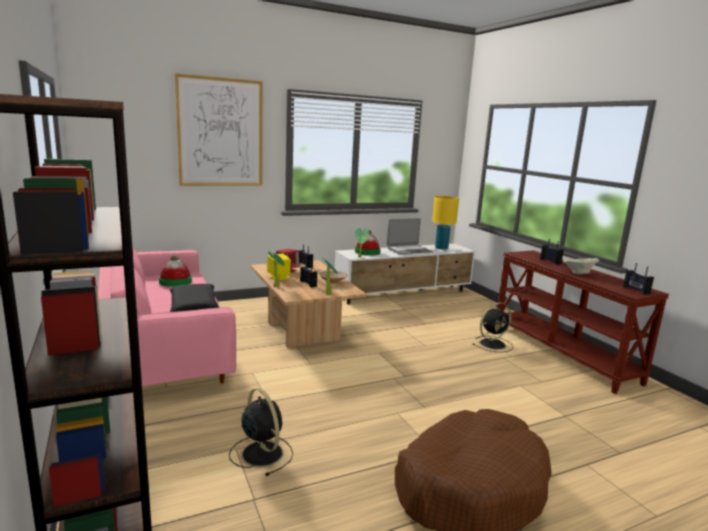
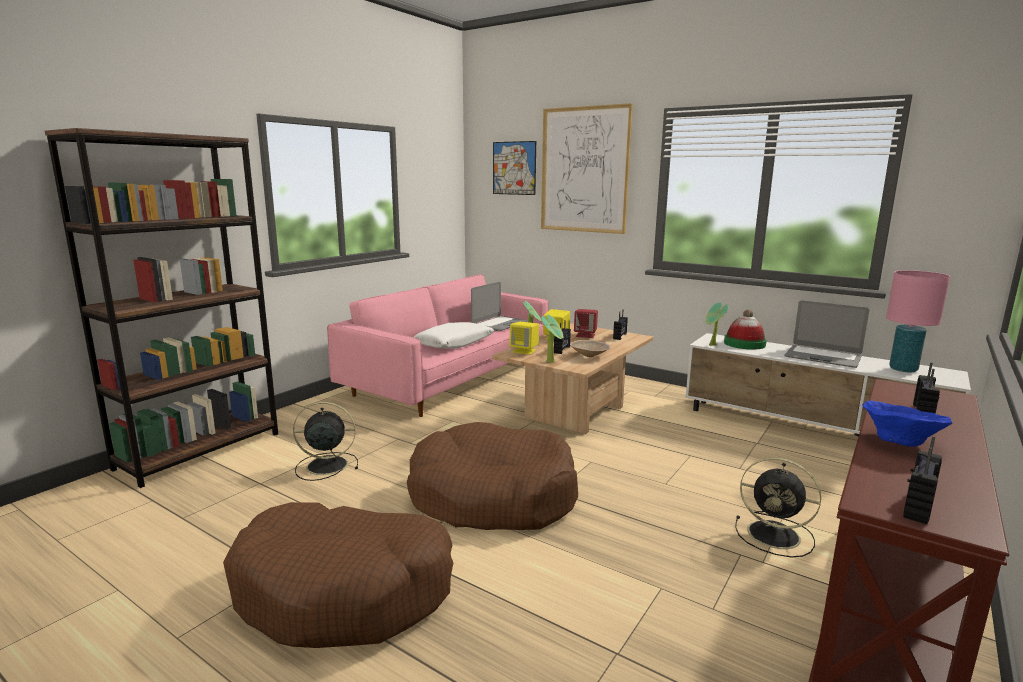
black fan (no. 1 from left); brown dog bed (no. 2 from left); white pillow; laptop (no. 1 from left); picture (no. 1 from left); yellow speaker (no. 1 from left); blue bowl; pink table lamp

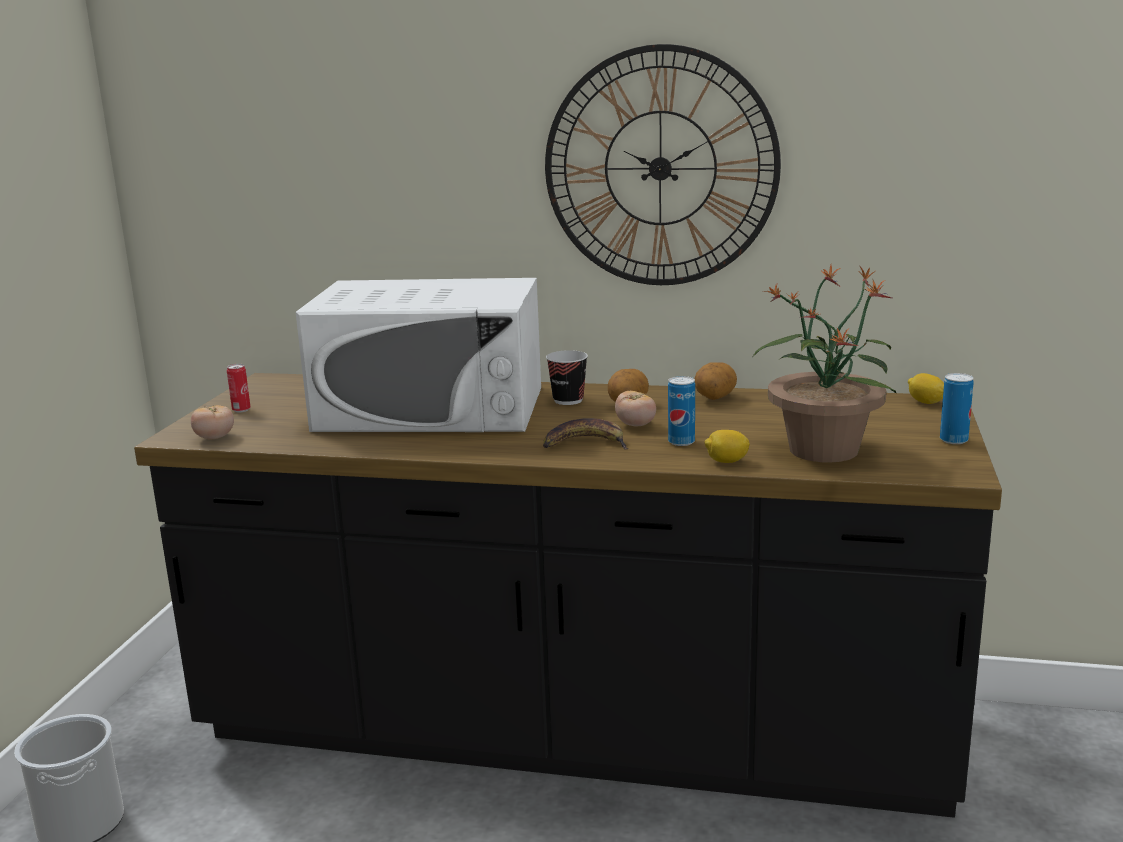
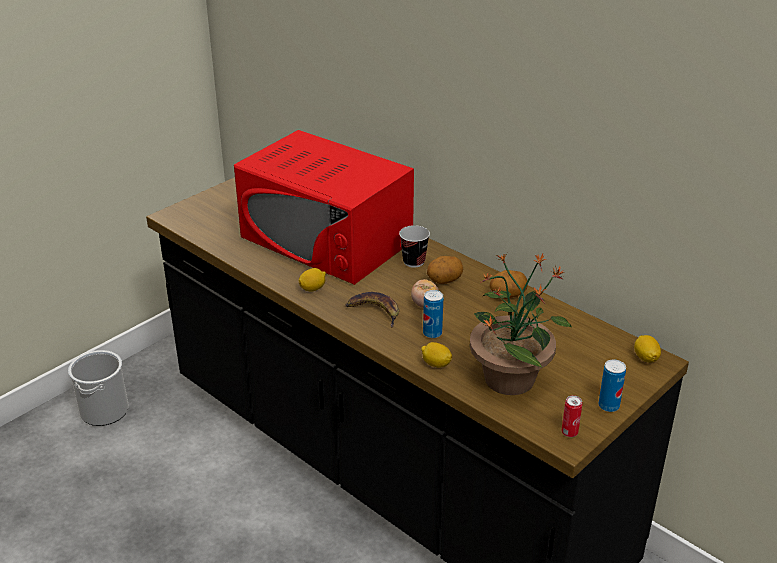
red microwave; lemon (no. 1 from left); can (no. 2 from left); tomato (no. 1 from left in the first image); wall clock

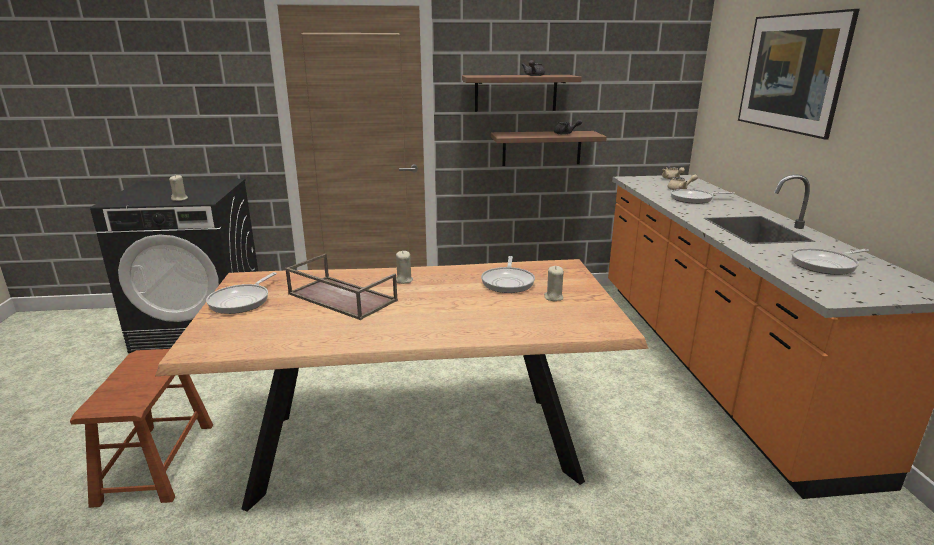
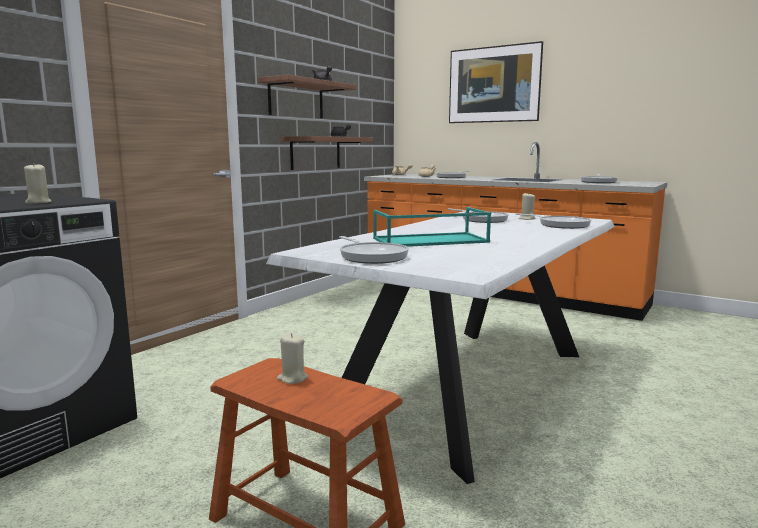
white dining table; beige candle (no. 2 from left); turquoise tray; frying pan (no. 4 from left)

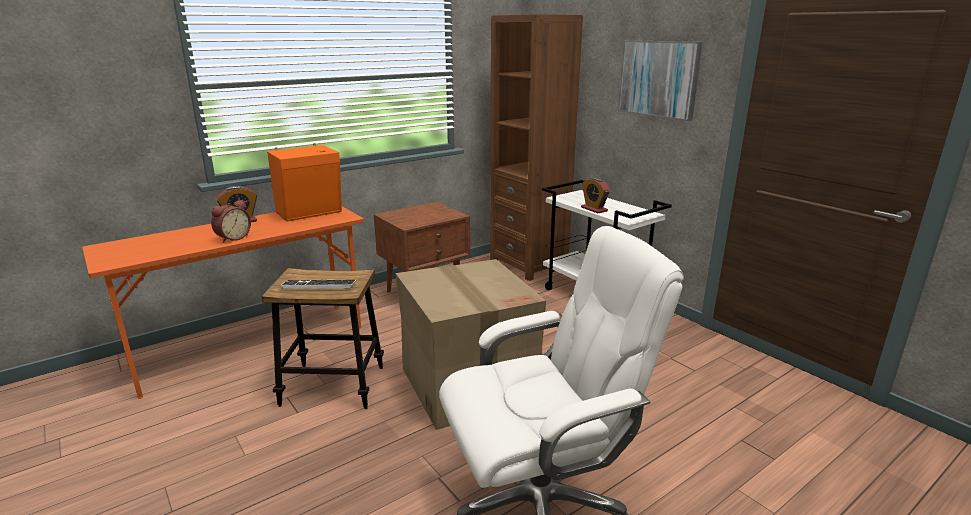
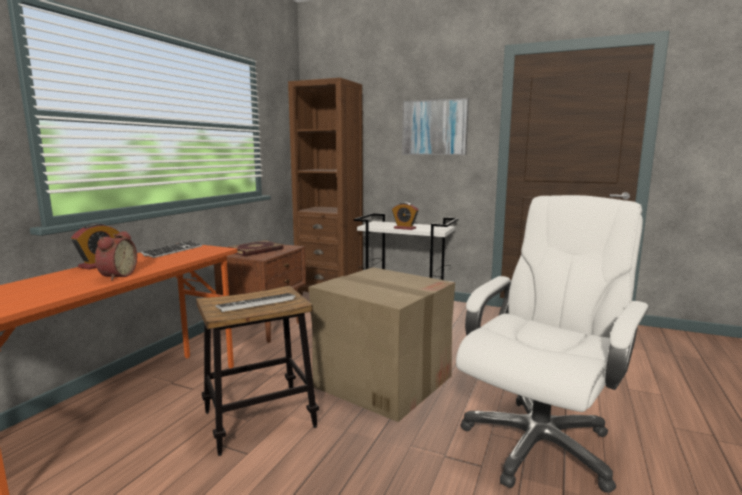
keyboard (no. 1 from left); book

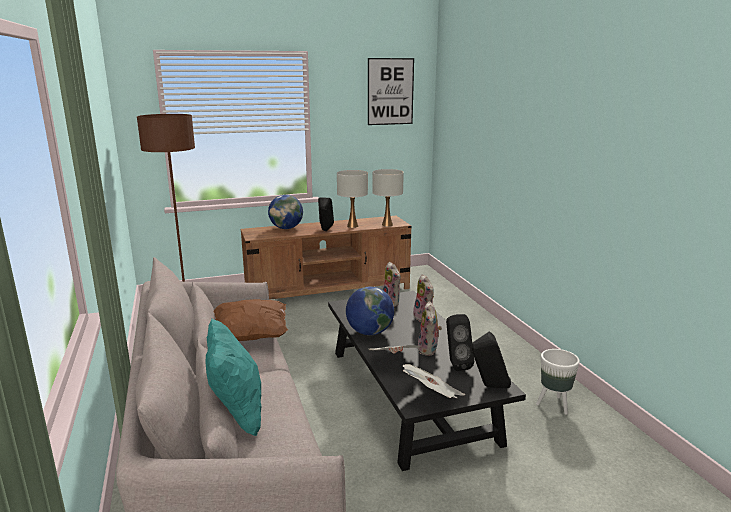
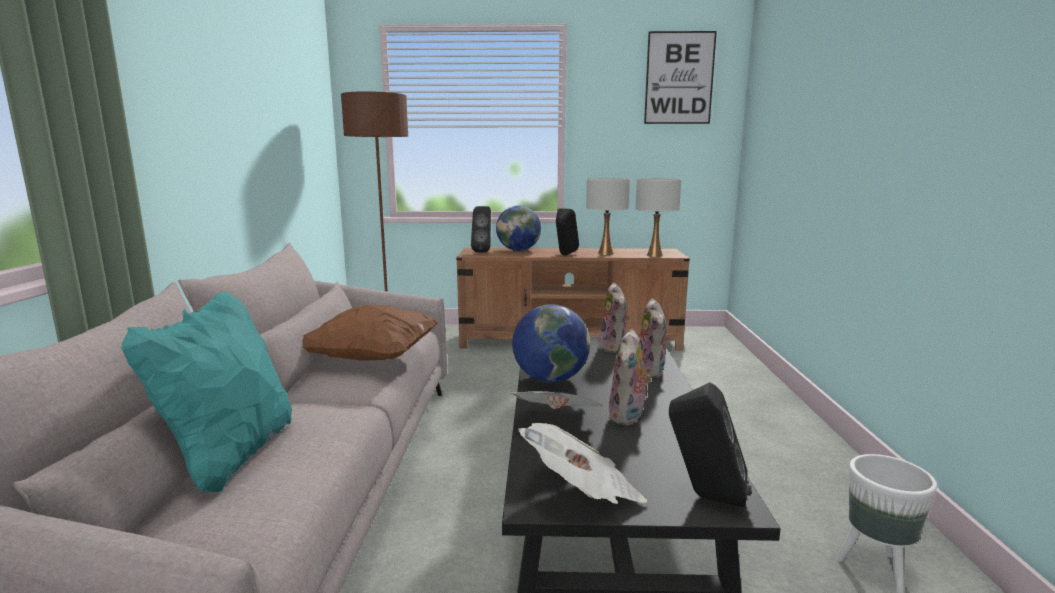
black speaker (no. 1 from left)

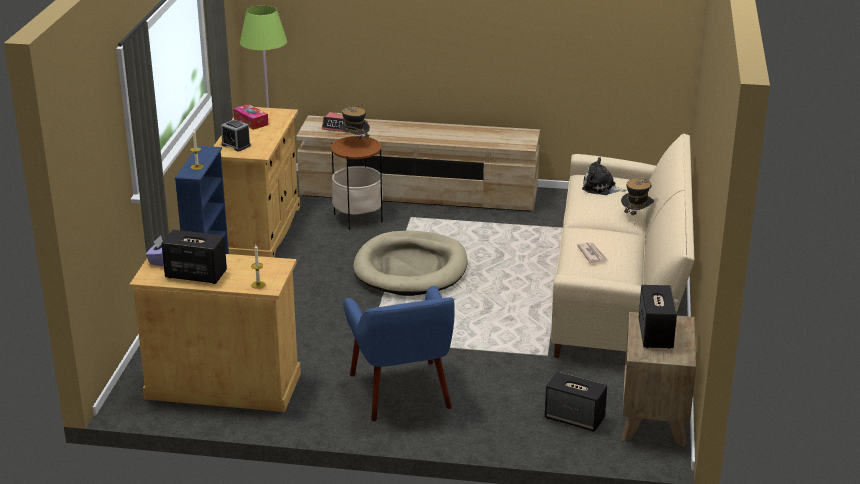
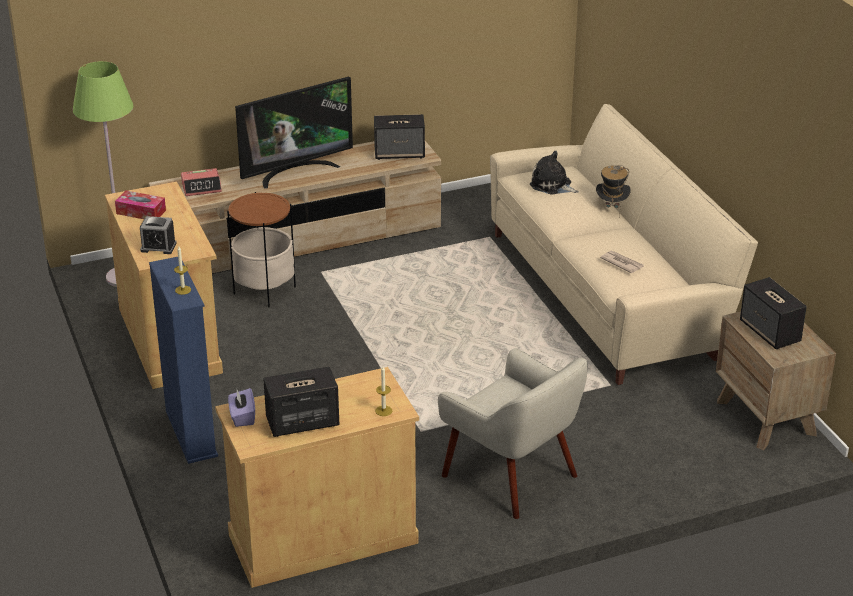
television; speaker (no. 2 from left); beige armchair; plush toy; hat (no. 1 from left in the first image); beige dog bed

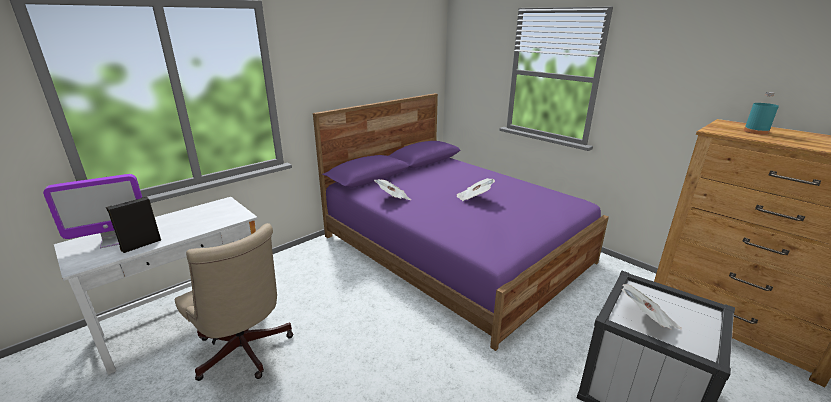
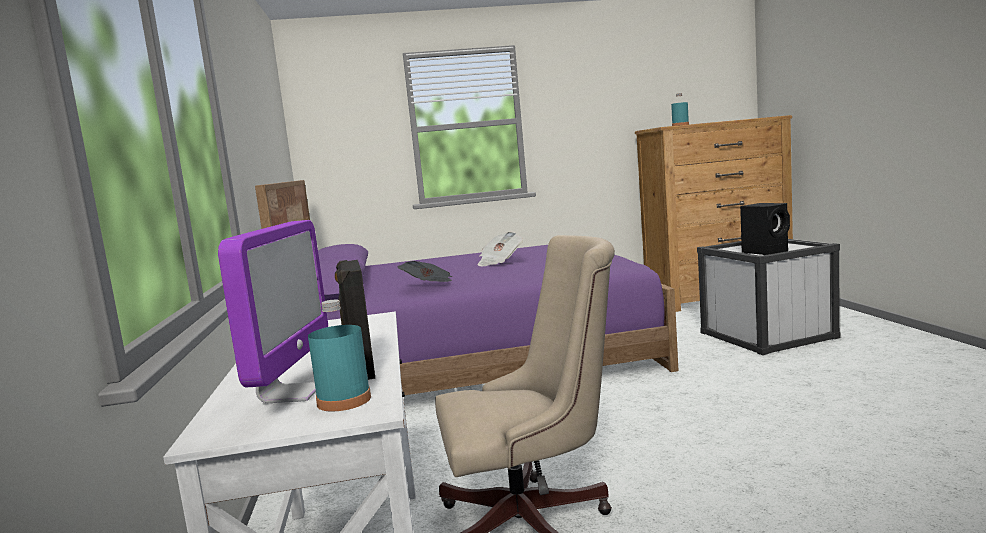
turquoise bottle (no. 1 from left); black speaker (no. 2 from left)

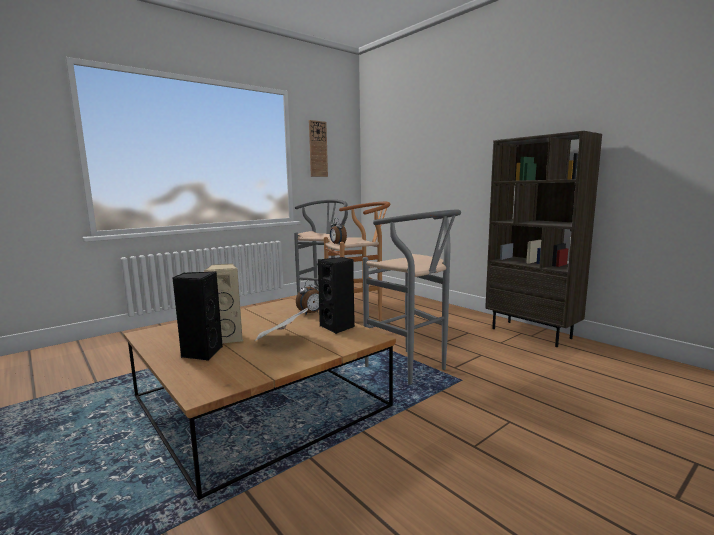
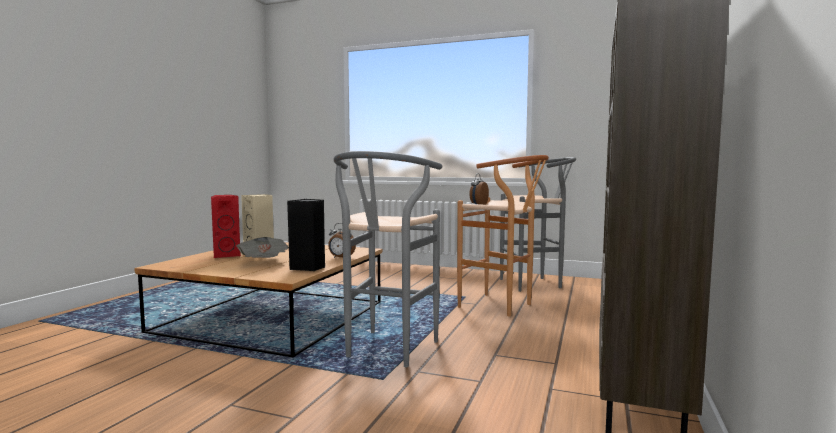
red speaker; wall clock

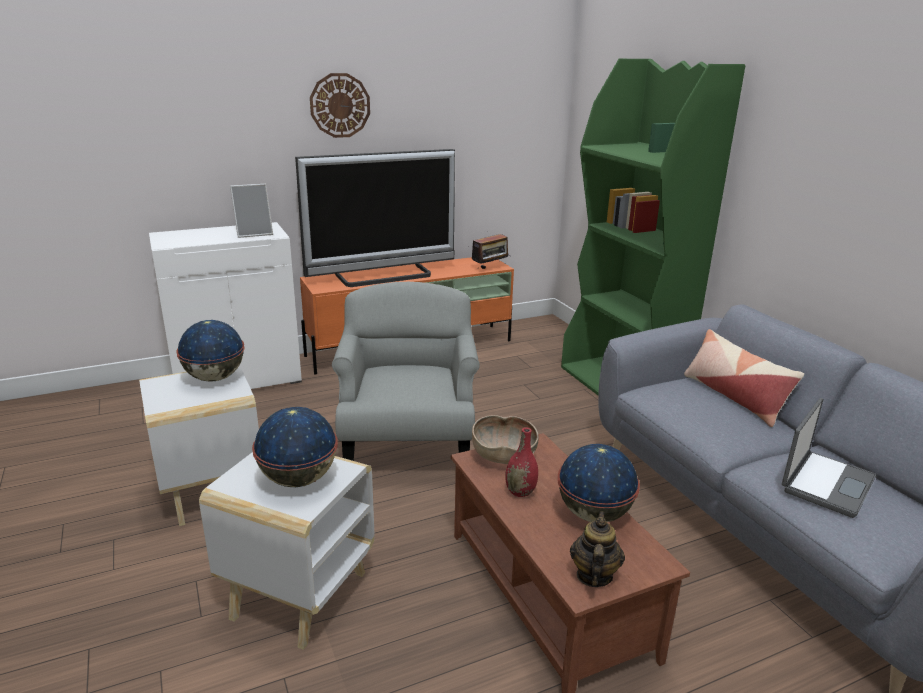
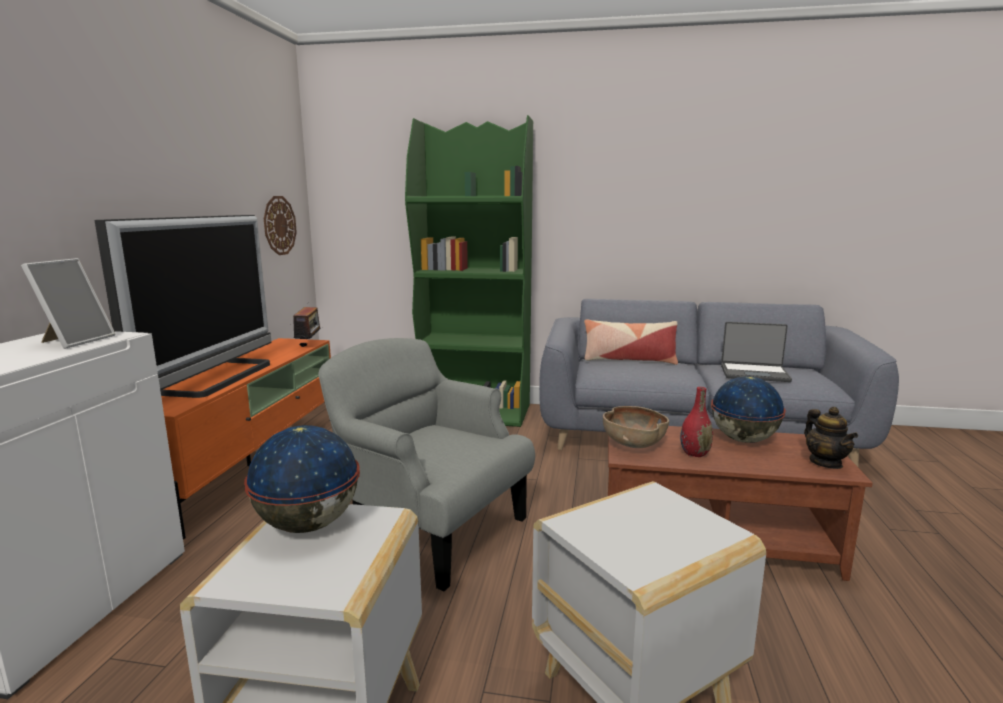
wall clock; laptop; teapot; globe (no. 2 from left in the first image)

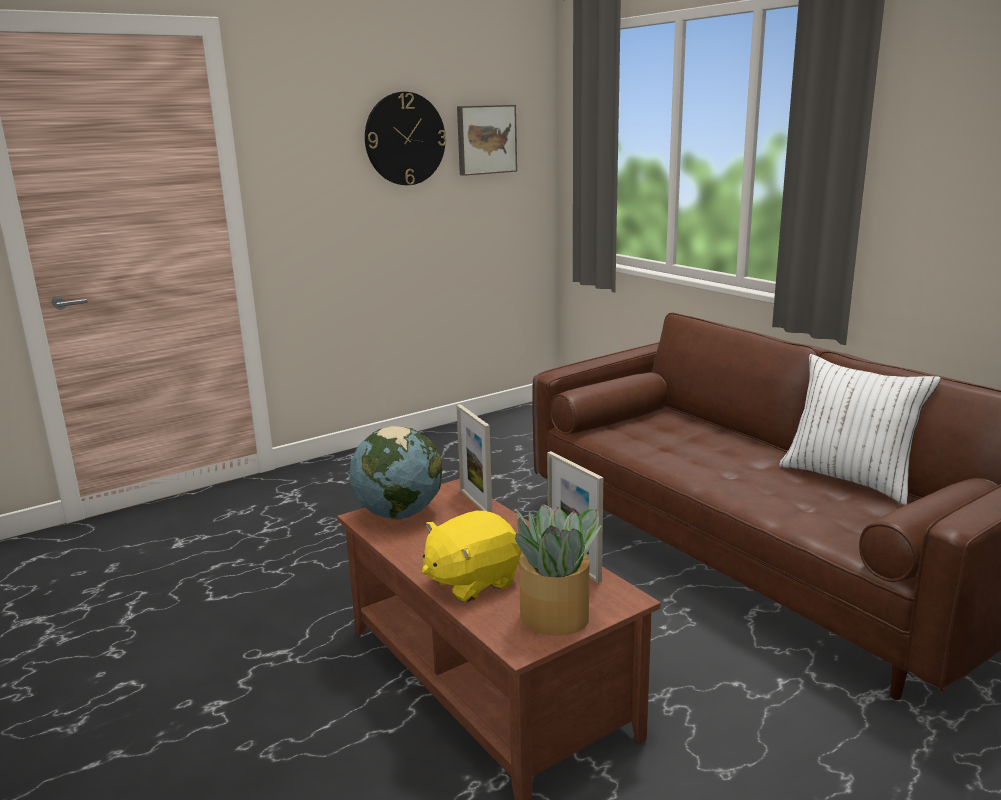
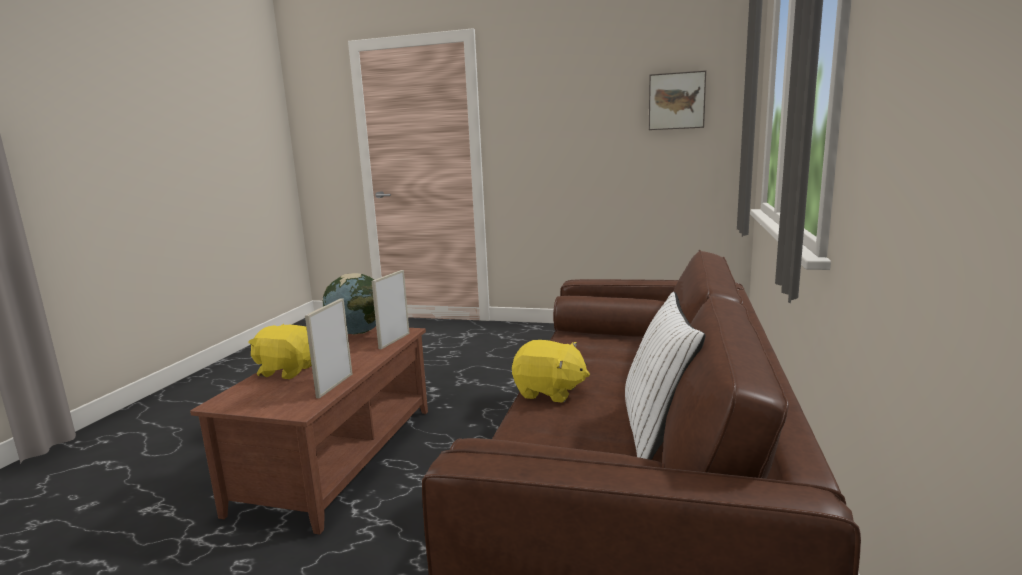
yellow plush toy (no. 2 from left); wall clock; potted plant

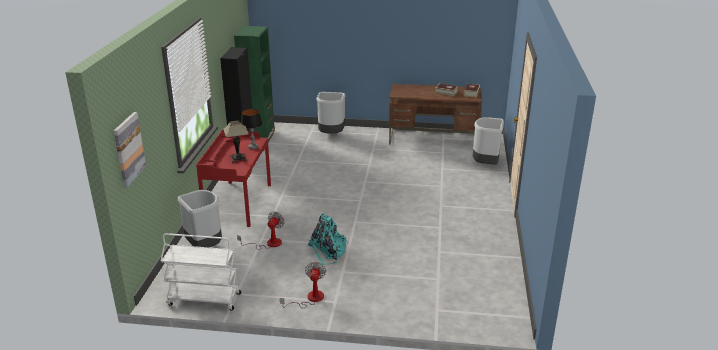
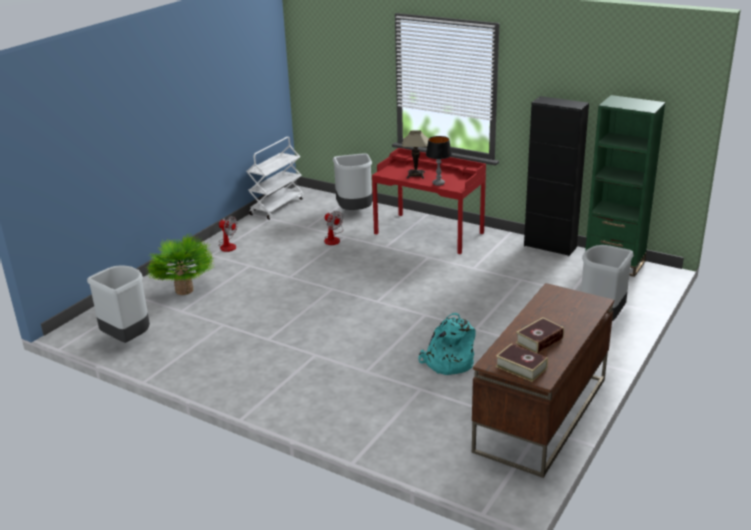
grey trash can (no. 1 from left); potted plant; turquoise backpack; picture

